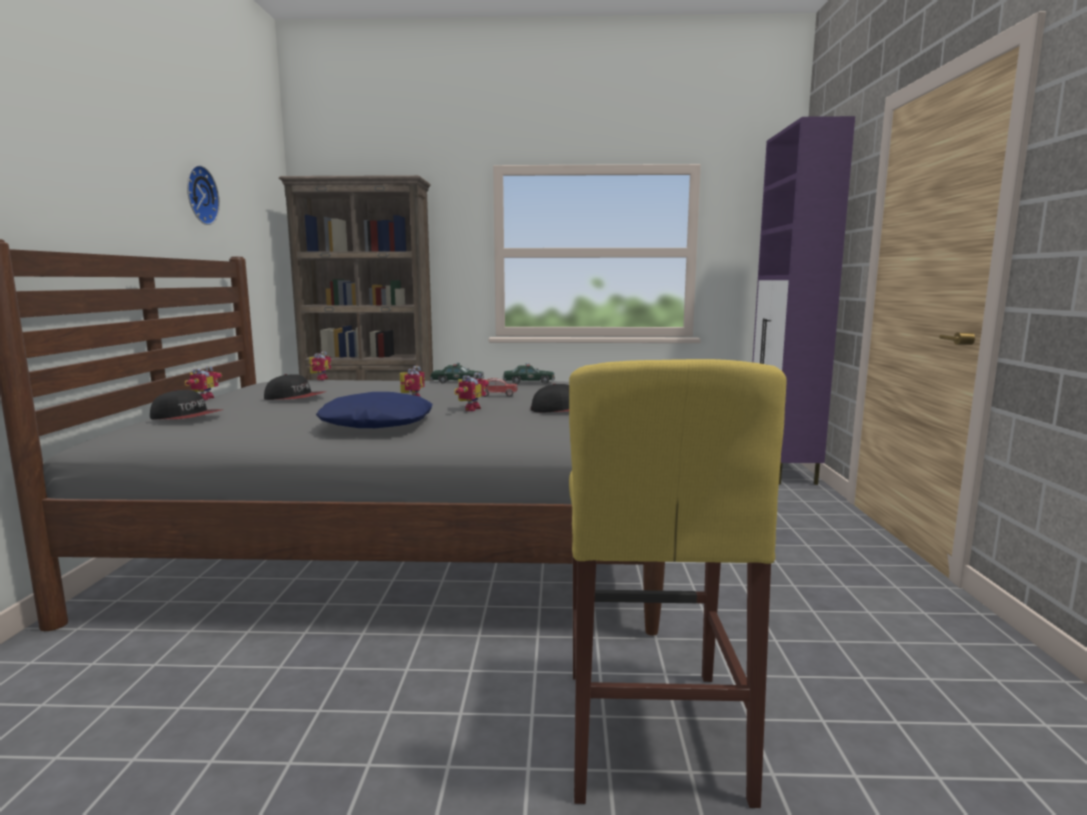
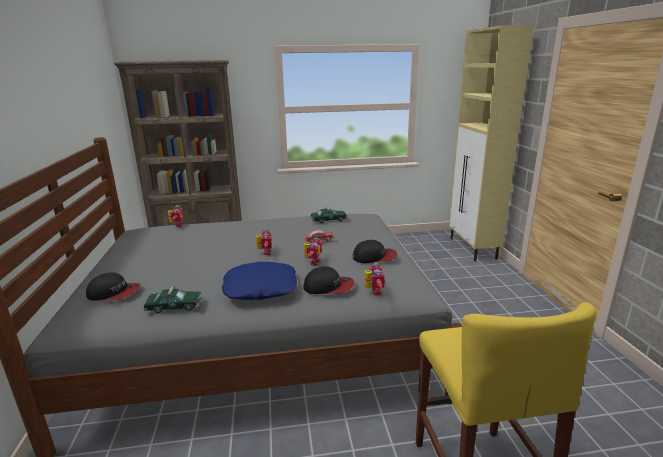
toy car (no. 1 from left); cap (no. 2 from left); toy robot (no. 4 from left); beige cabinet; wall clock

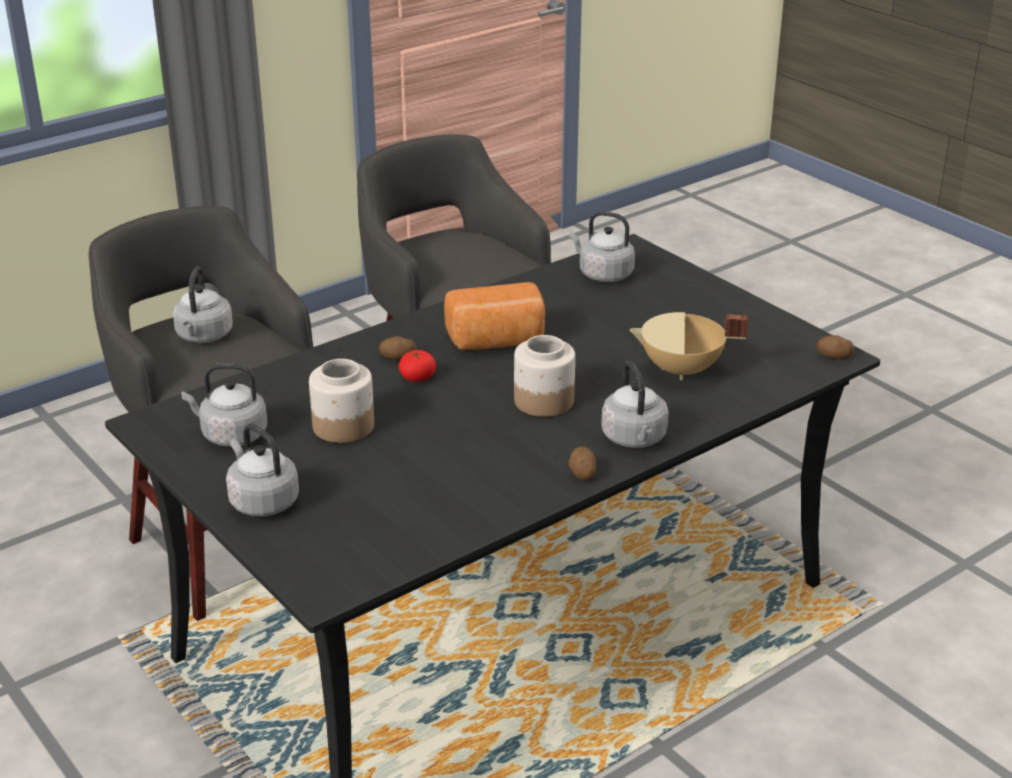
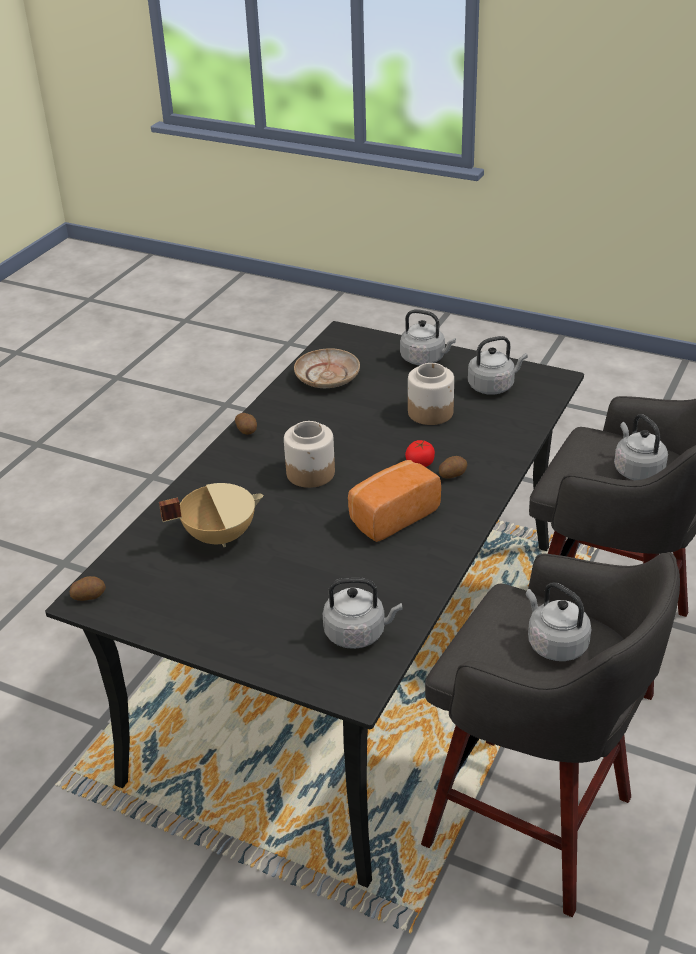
beige plate; grey kettle (no. 4 from left)

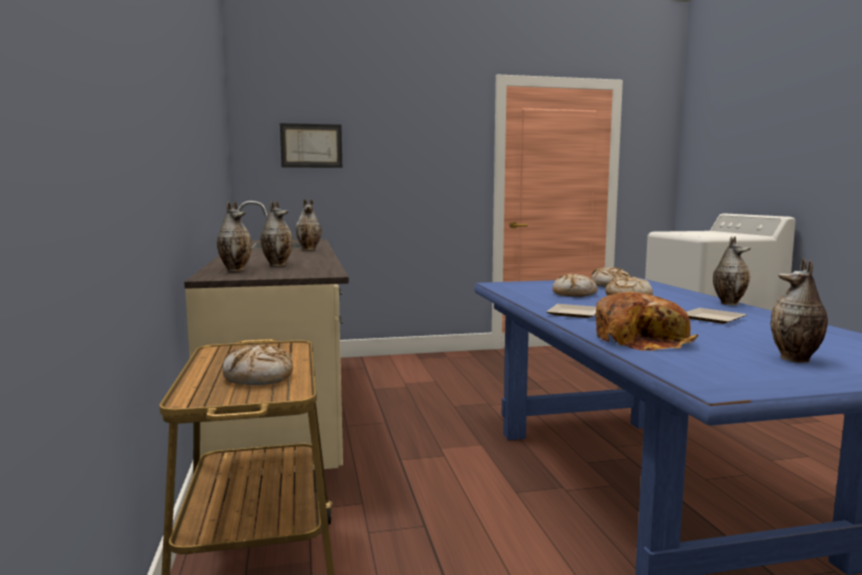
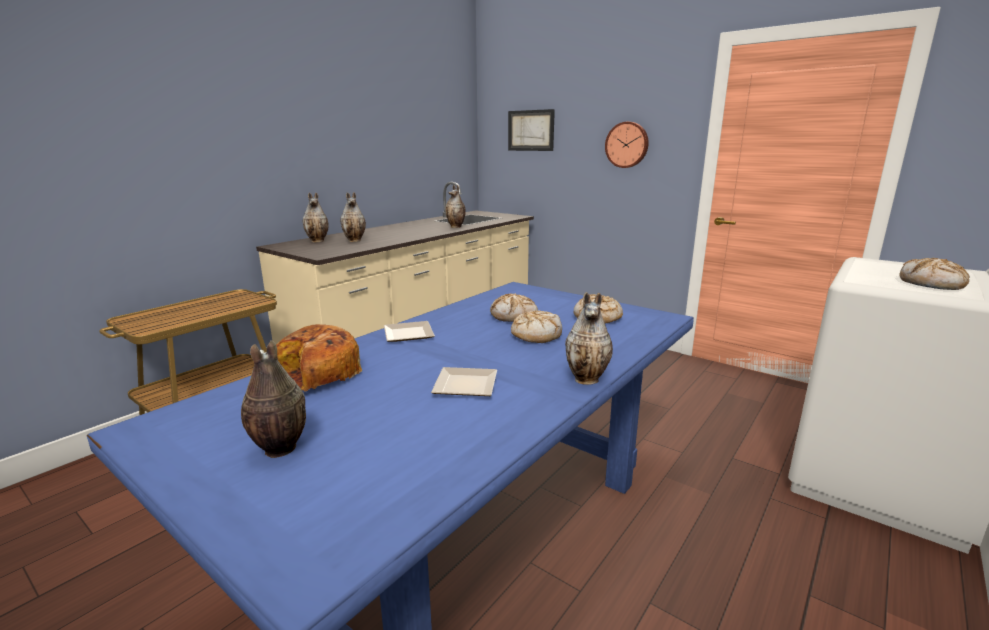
wall clock; bread (no. 5 from left)

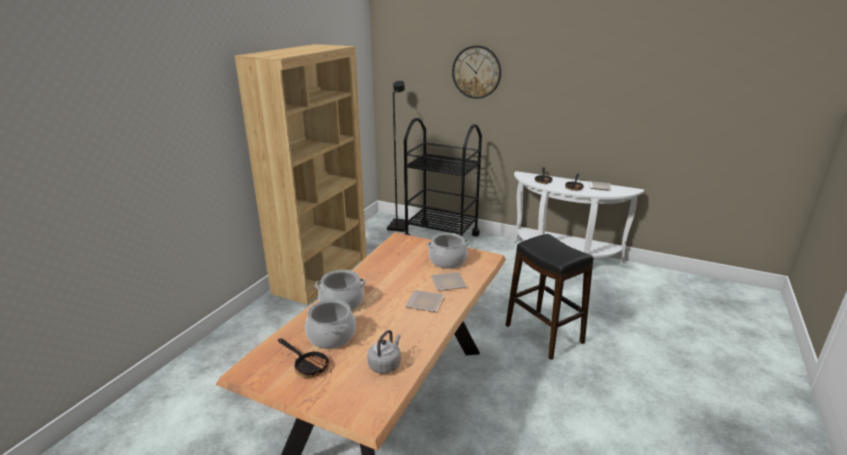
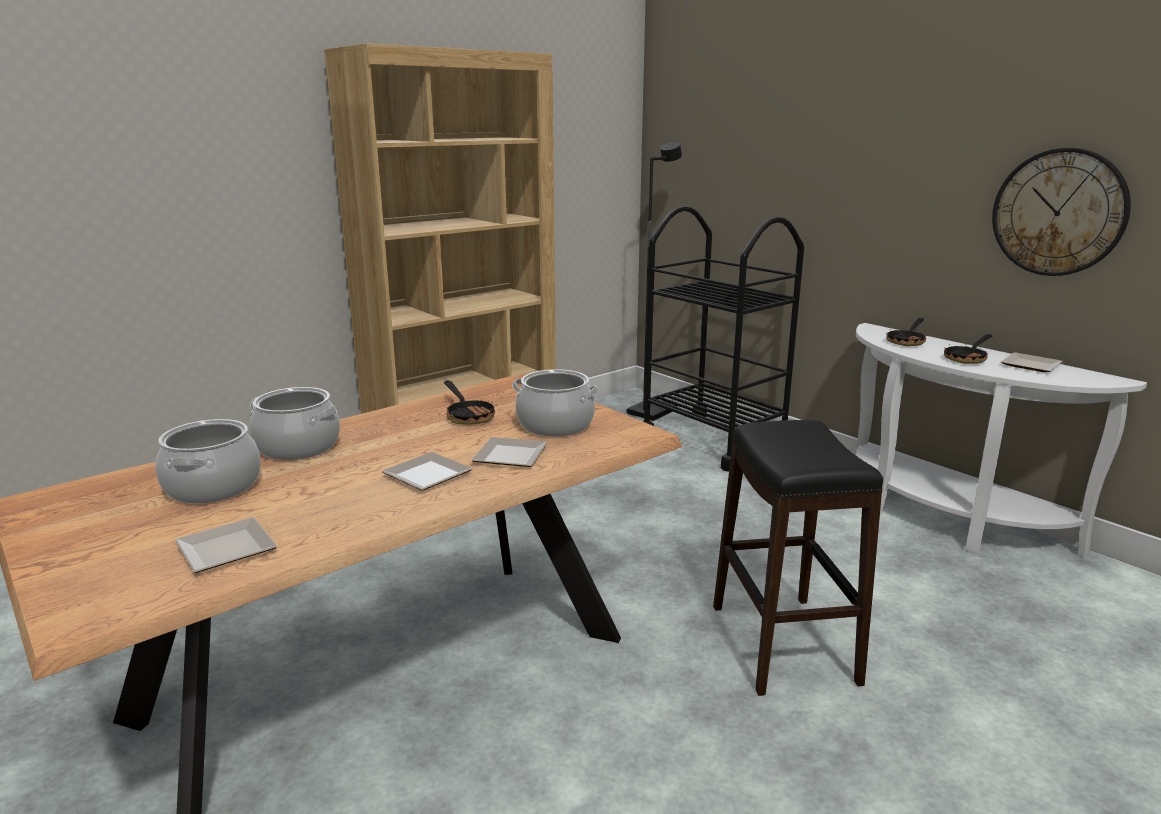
plate (no. 1 from left); frying pan (no. 1 from left); wall clock

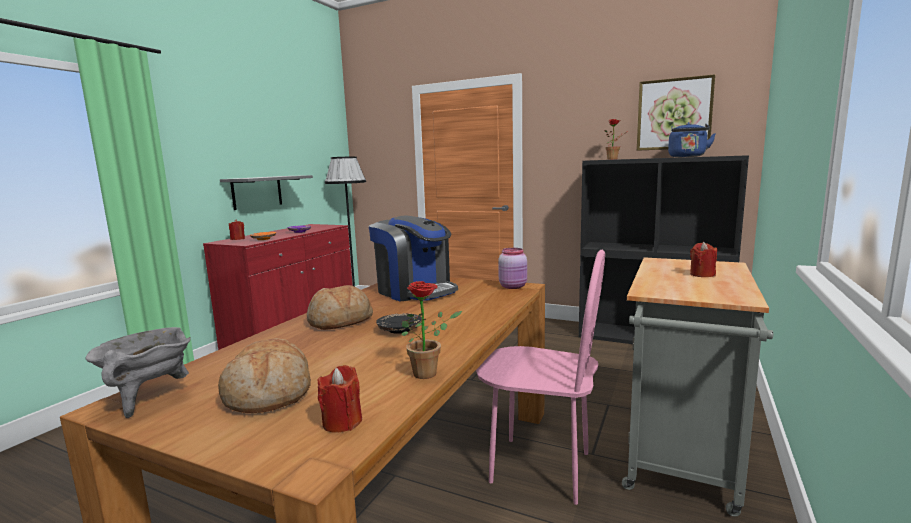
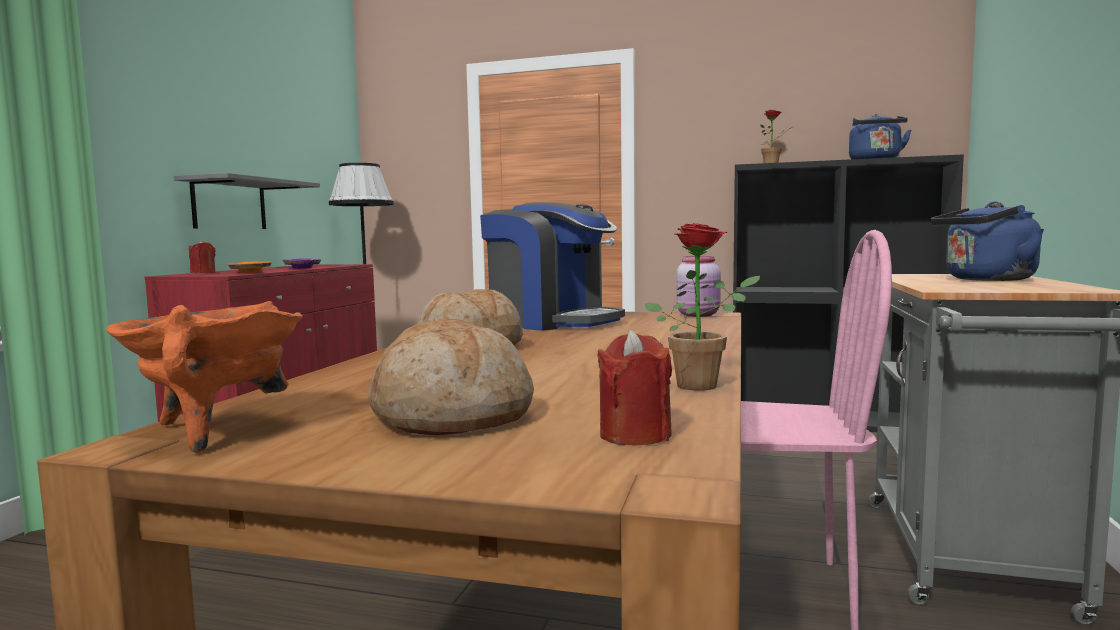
orange cooking pot; blue kettle (no. 2 from left); black plate; picture

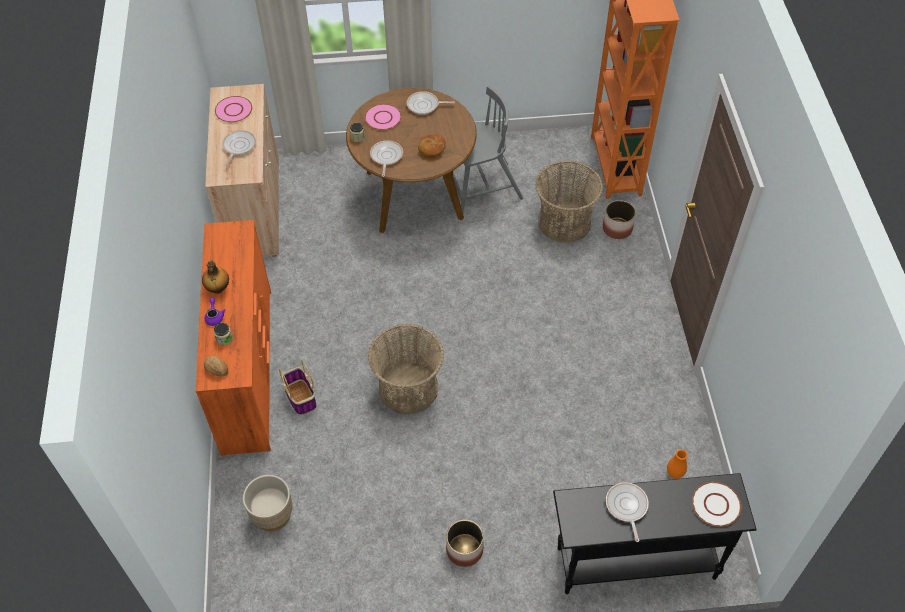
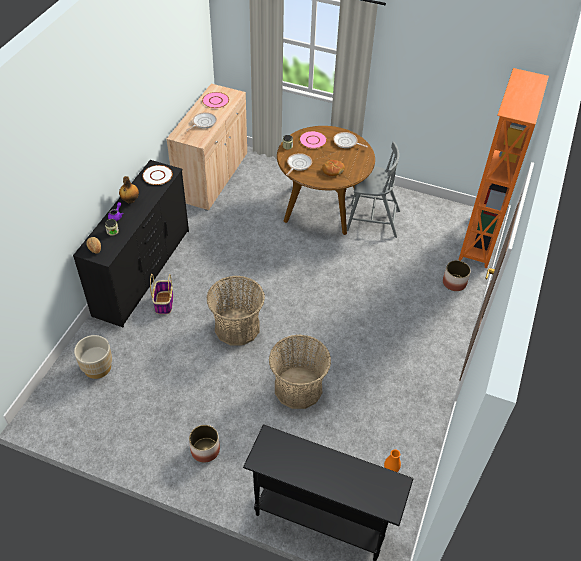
black dresser; white plate; basket (no. 3 from left); frying pan (no. 4 from left in the first image)

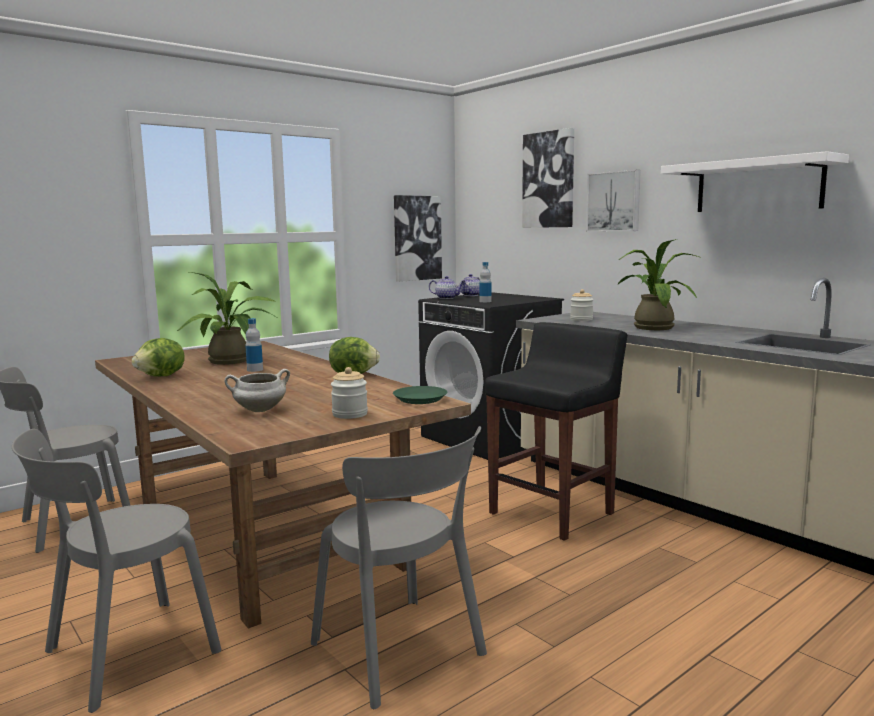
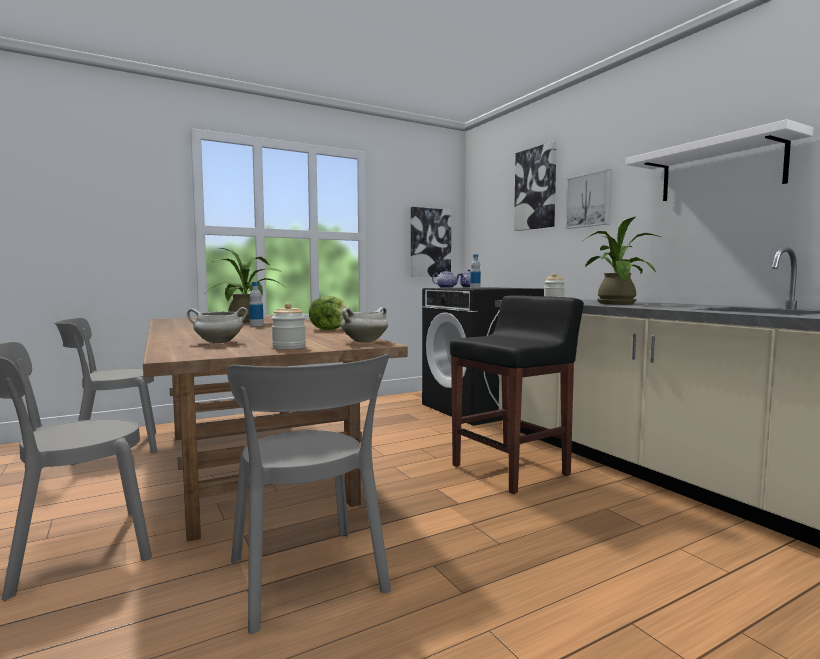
white cooking pot (no. 2 from left); lettuce (no. 1 from left in the first image)

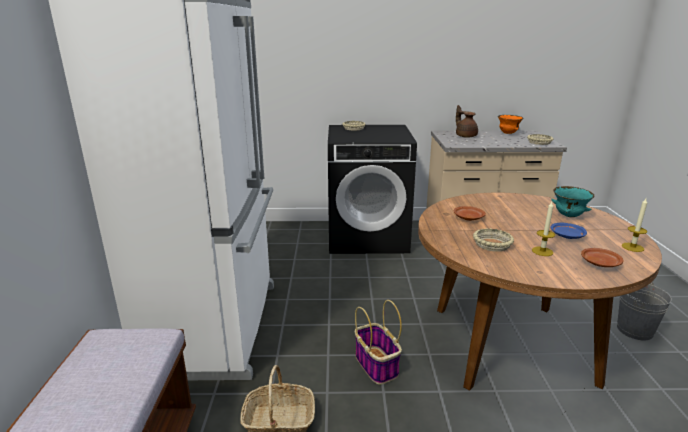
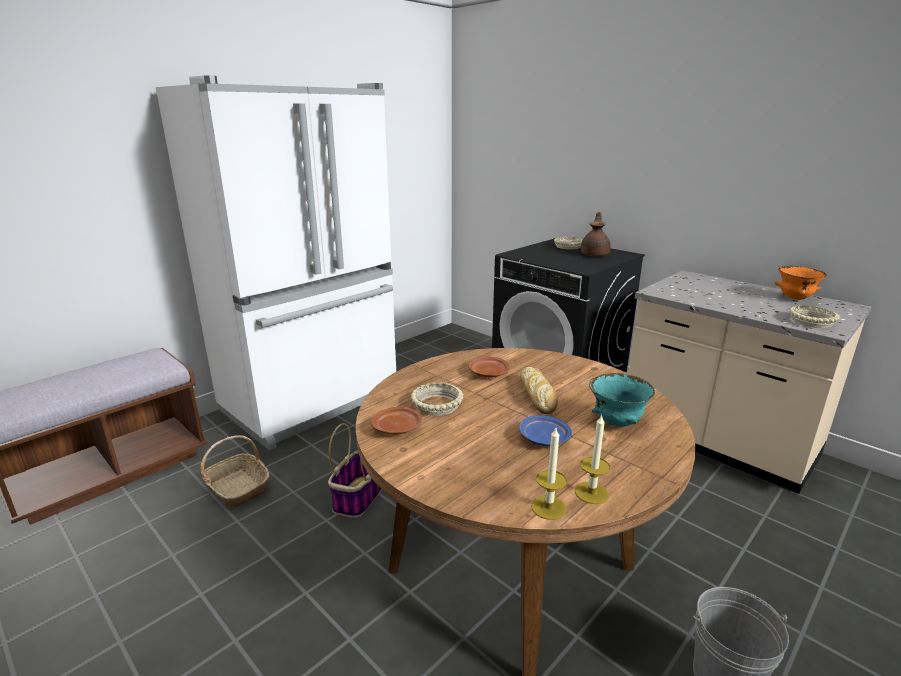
brown plate (no. 1 from left); bread; candle (no. 1 from left); brown teapot

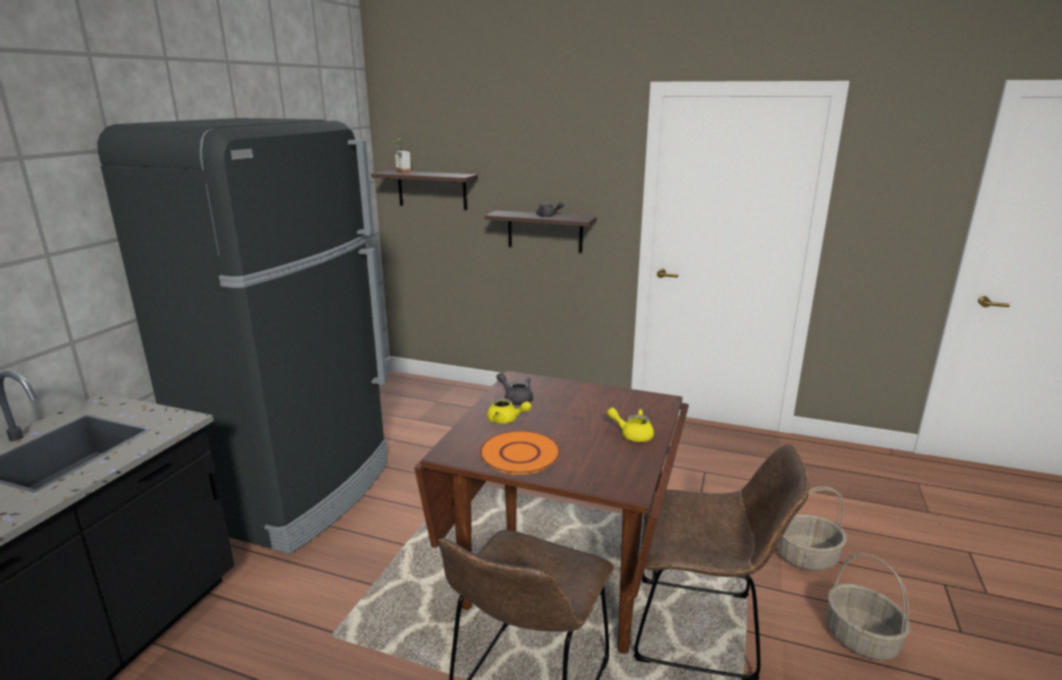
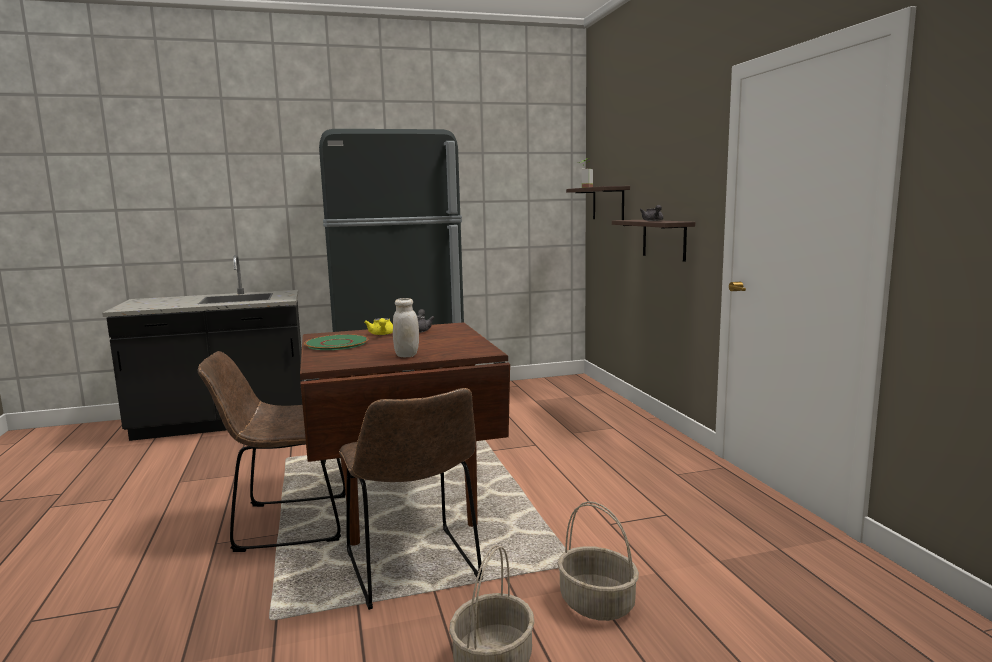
green plate; white jar

